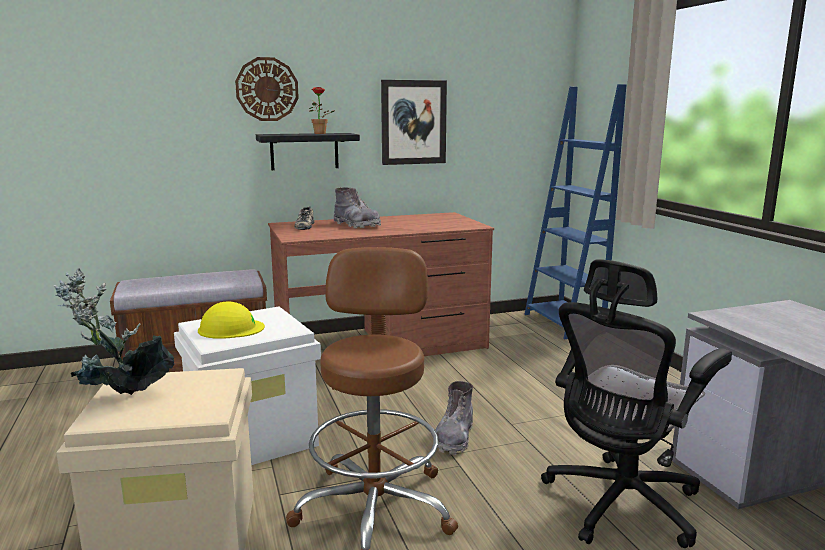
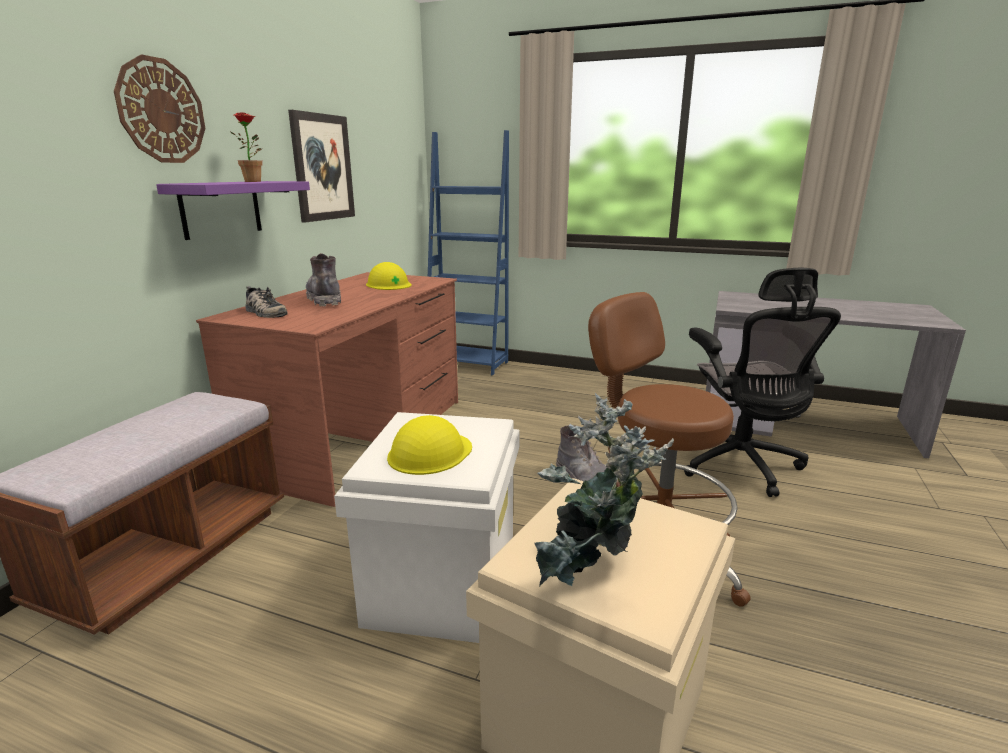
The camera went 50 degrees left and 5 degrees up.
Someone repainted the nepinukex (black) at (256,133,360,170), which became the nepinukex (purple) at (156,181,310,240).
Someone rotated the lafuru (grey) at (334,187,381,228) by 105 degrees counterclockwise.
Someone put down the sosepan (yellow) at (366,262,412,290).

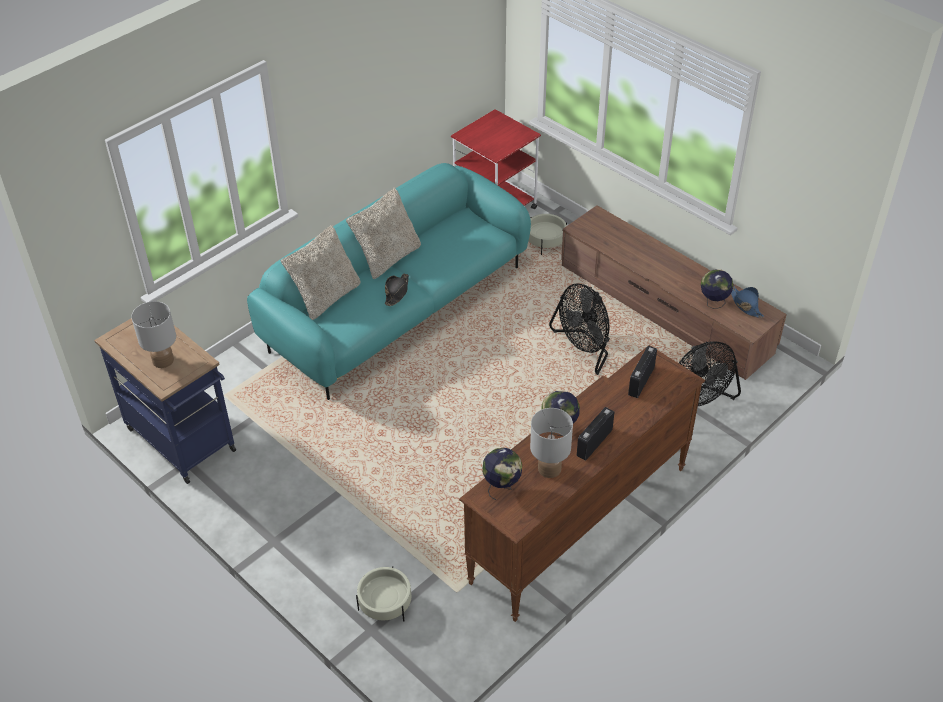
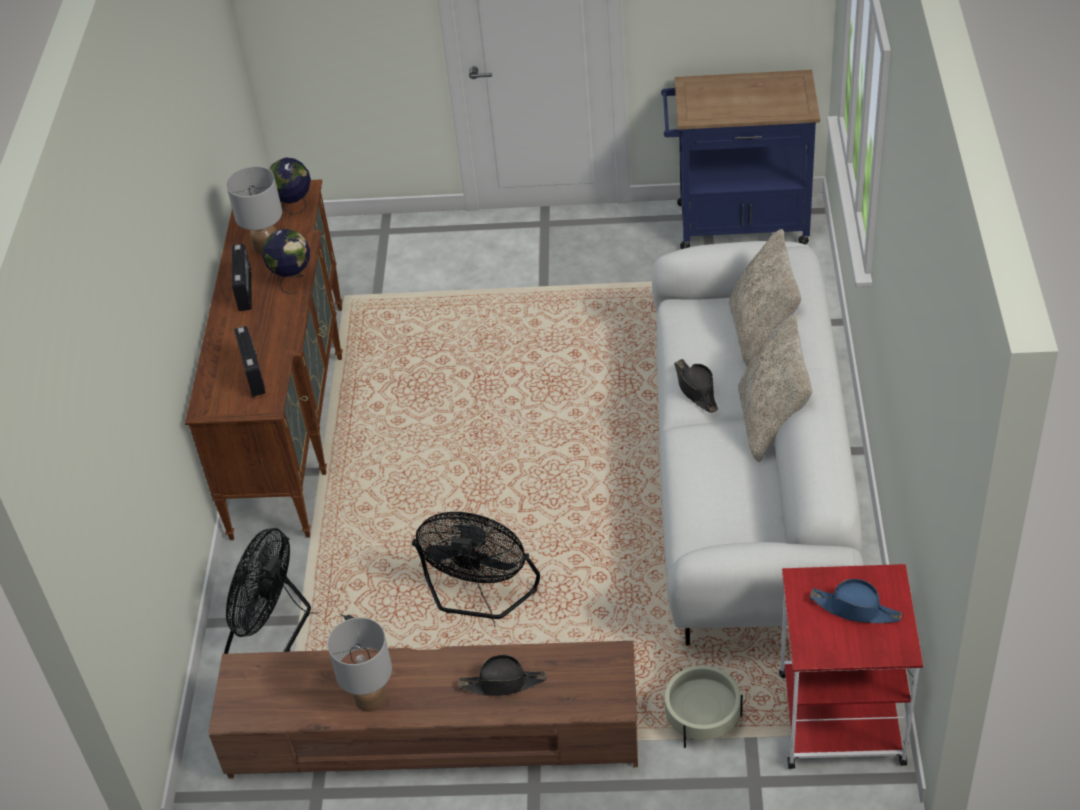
The camera went 140 degrees right and 0 degrees up.
Someone carried the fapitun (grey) from (131,301,176,368) to (327,617,392,712).
Someone repainted the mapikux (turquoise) at (247,163,531,400), which became the mapikux (white) at (652,241,864,645).
Someone took away the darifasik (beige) at (356,566,411,621).
Someone took away the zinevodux at (701,269,733,309).
Someone carried the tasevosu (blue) from (731,287,764,318) to (810,579,902,623).
Someone put down the tasevosu (black) at (458,655,547,696).

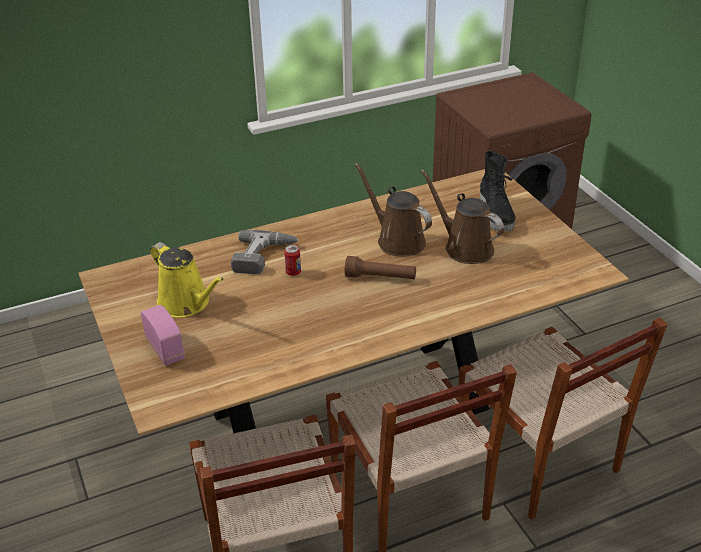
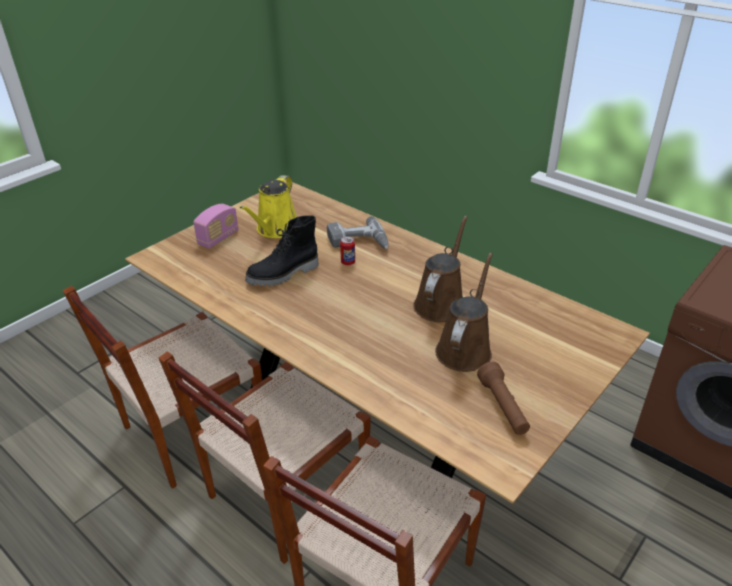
The camera went 65 degrees right and 0 degrees up.
Someone carried the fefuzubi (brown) from (345,256,416,279) to (477,362,530,435).
Someone carried the lafuru (black) from (479,151,516,232) to (245,215,319,286).

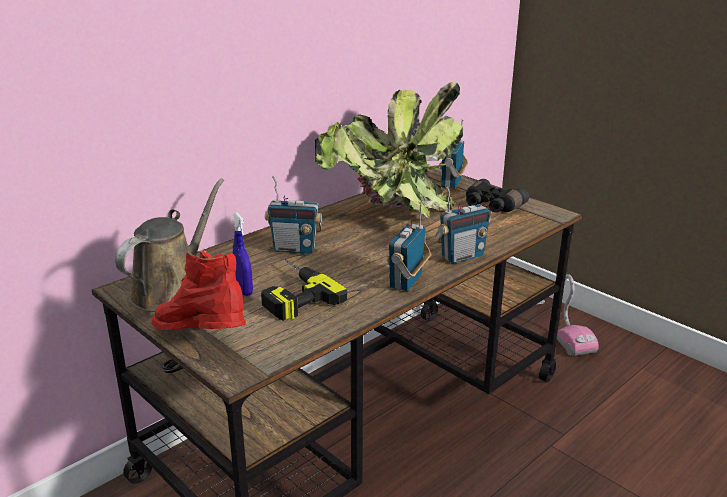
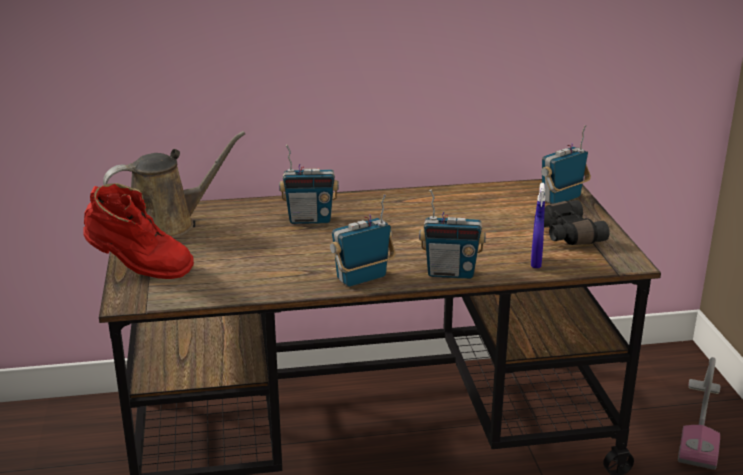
The camera went 35 degrees right and 0 degrees up.
Someone rotated the lafuru (red) at (151,250,246,330) by 120 degrees clockwise.
Someone carried the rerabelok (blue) from (233,212,253,296) to (531,183,545,268).
Someone took away the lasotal at (261,259,347,321).
Someone rotated the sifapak at (265,176,322,254) by 45 degrees counterclockwise.
Someone took away the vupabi at (315,82,463,218).

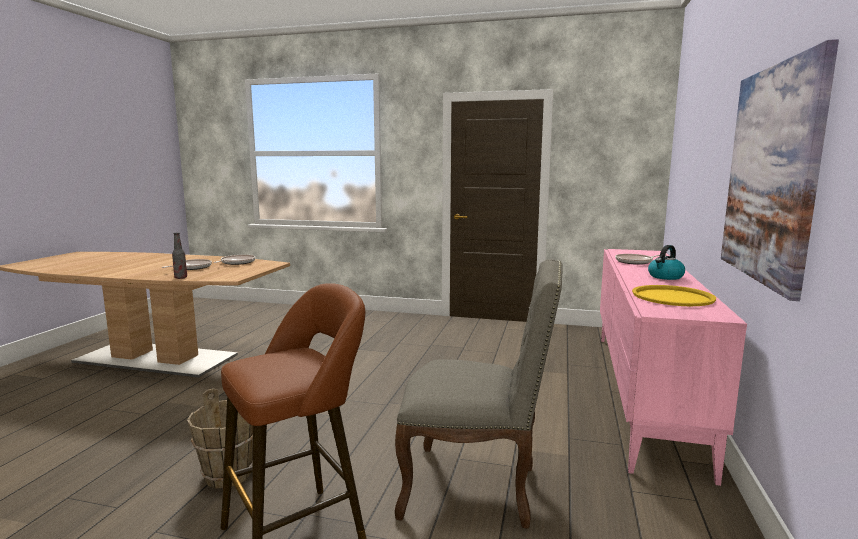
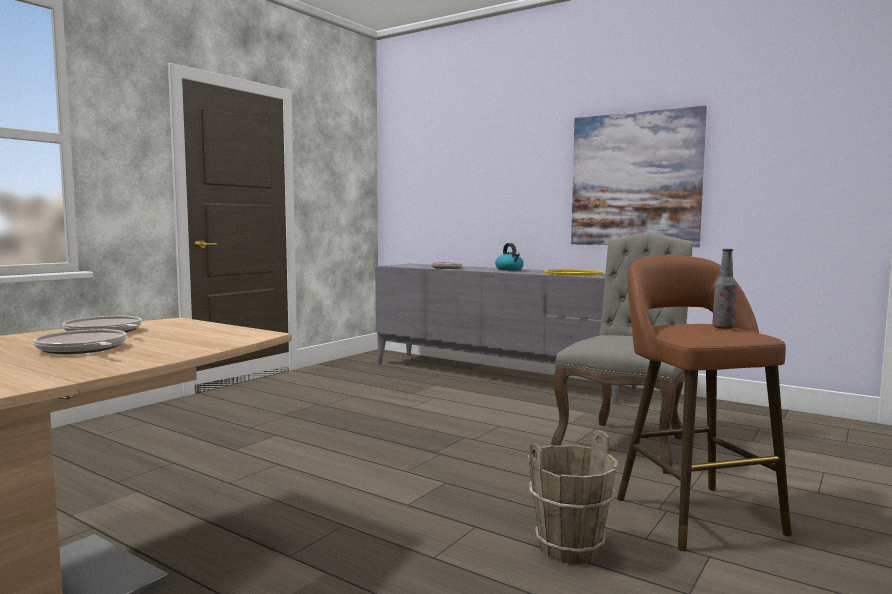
The camera went 70 degrees left and 5 degrees down.
Someone carried the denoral from (172,233,187,279) to (712,249,737,329).
Someone repainted the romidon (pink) at (600,249,747,486), which became the romidon (grey) at (375,264,637,403).

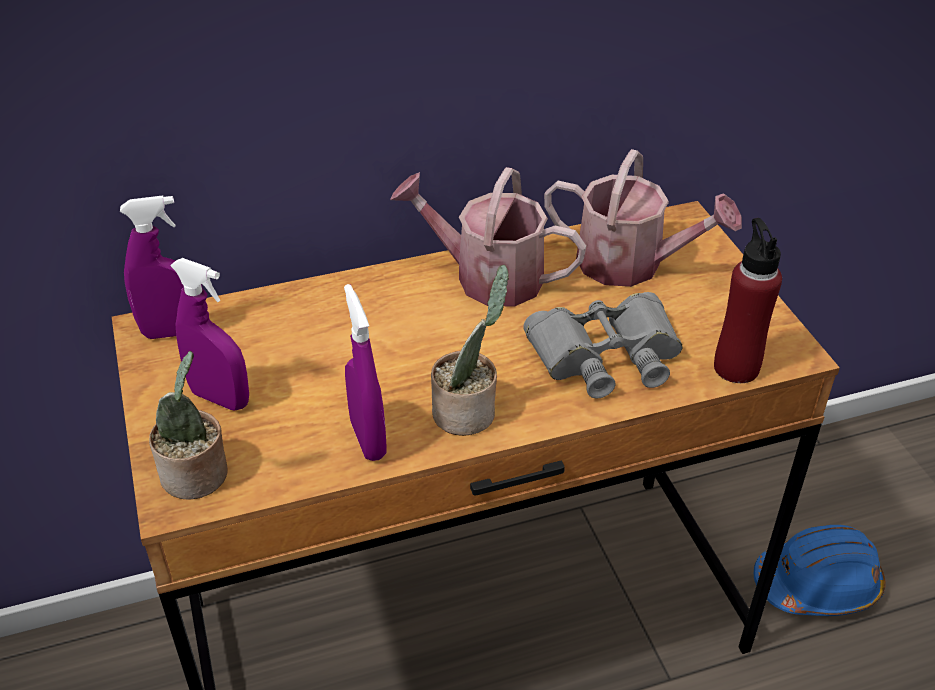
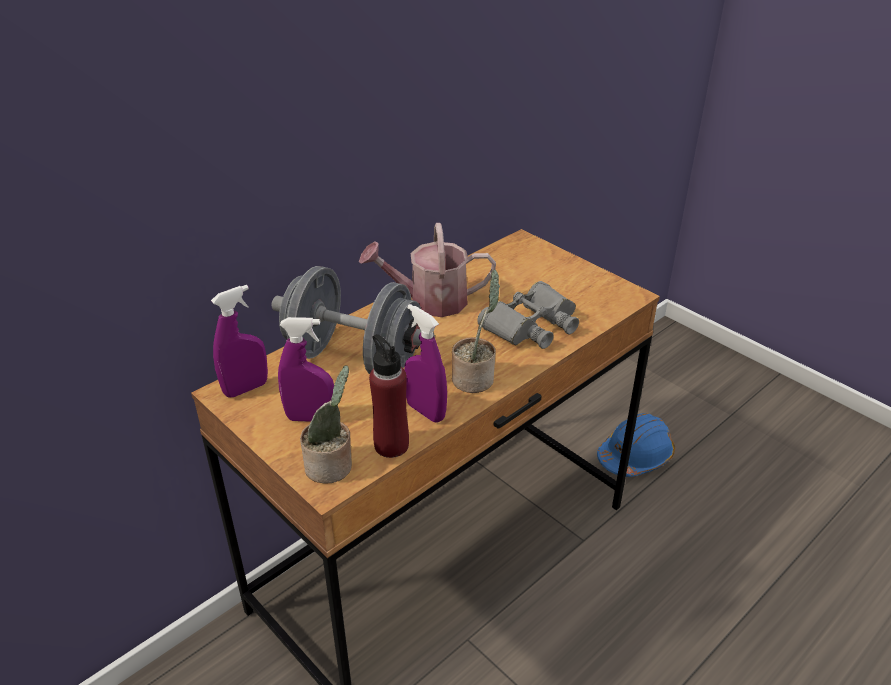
The camera went 25 degrees left and 5 degrees down.
Someone took away the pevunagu at (544,149,742,287).
Someone carried the denoral (red) from (714,218,782,383) to (369,334,409,458).
Someone put down the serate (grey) at (272,266,435,374).

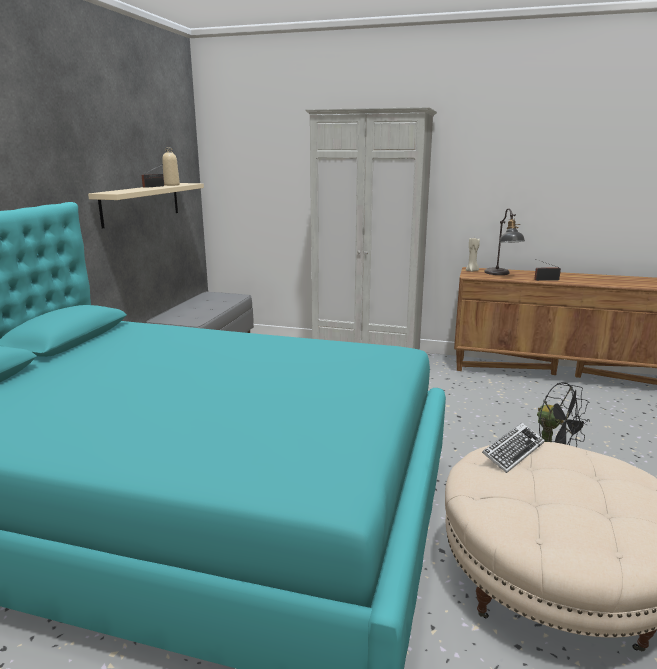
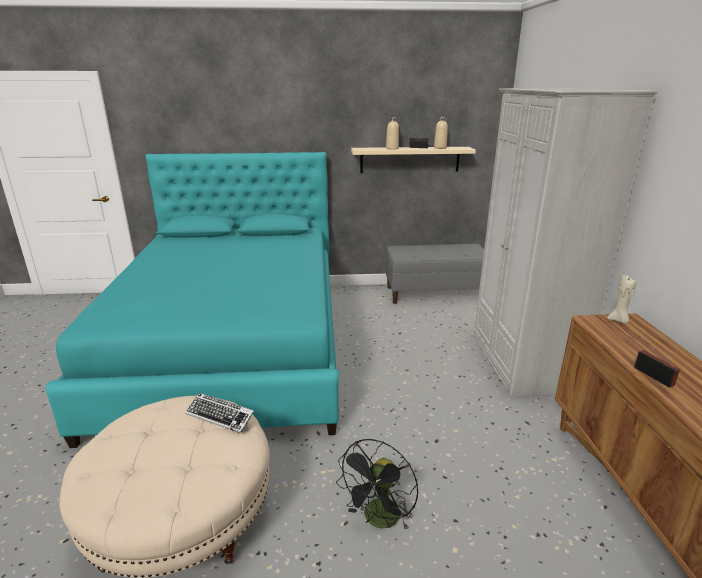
The camera went 70 degrees right and 5 degrees up.
Someone took away the fapitun (grey) at (484,208,525,275).
Someone put down the denoral (beige) at (386,117,399,150).

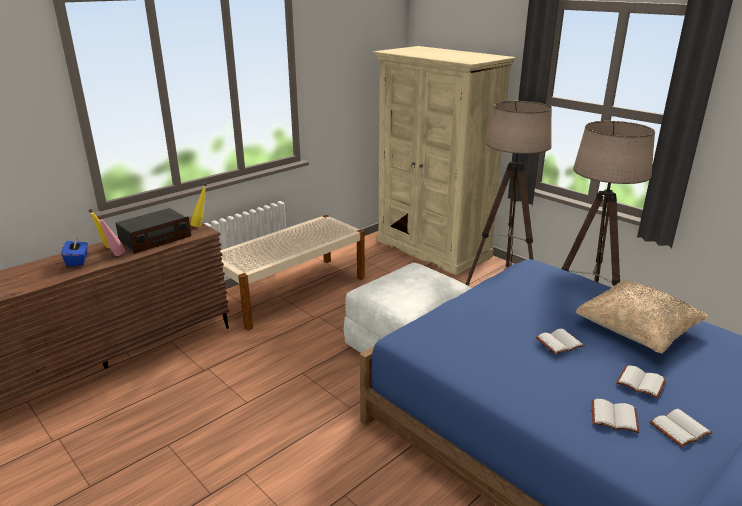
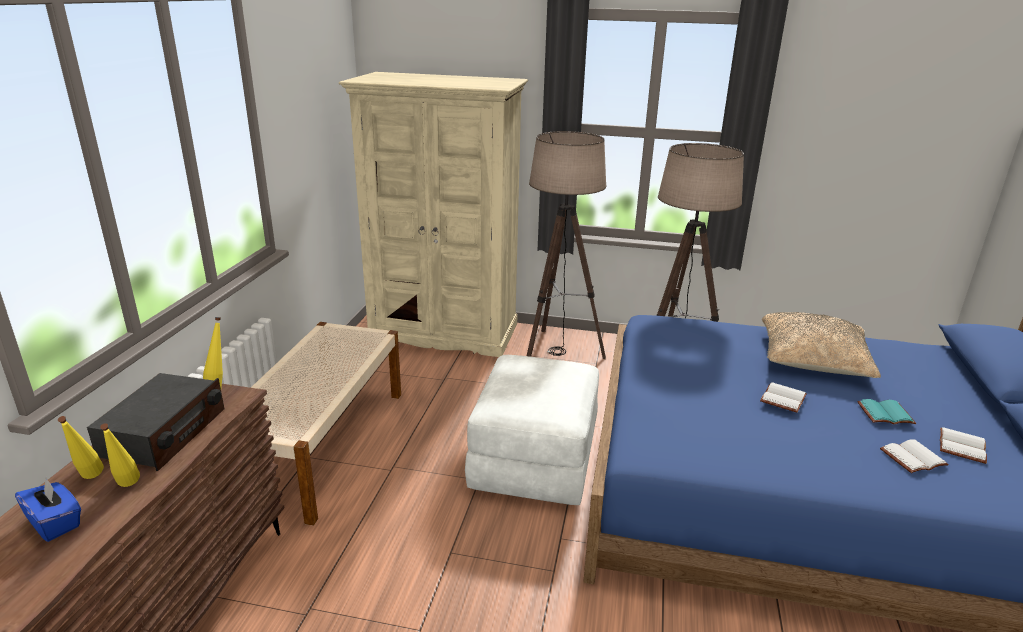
The camera went 35 degrees left and 0 degrees up.
Someone repainted the denoral (pink) at (98,216,125,256), which became the denoral (yellow) at (100,423,140,487).
Someone repainted the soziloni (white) at (616,365,666,399), which became the soziloni (turquoise) at (857,399,916,424).

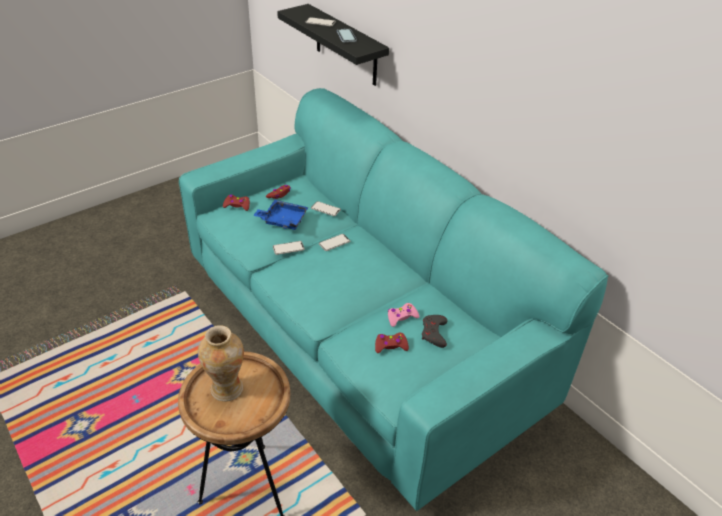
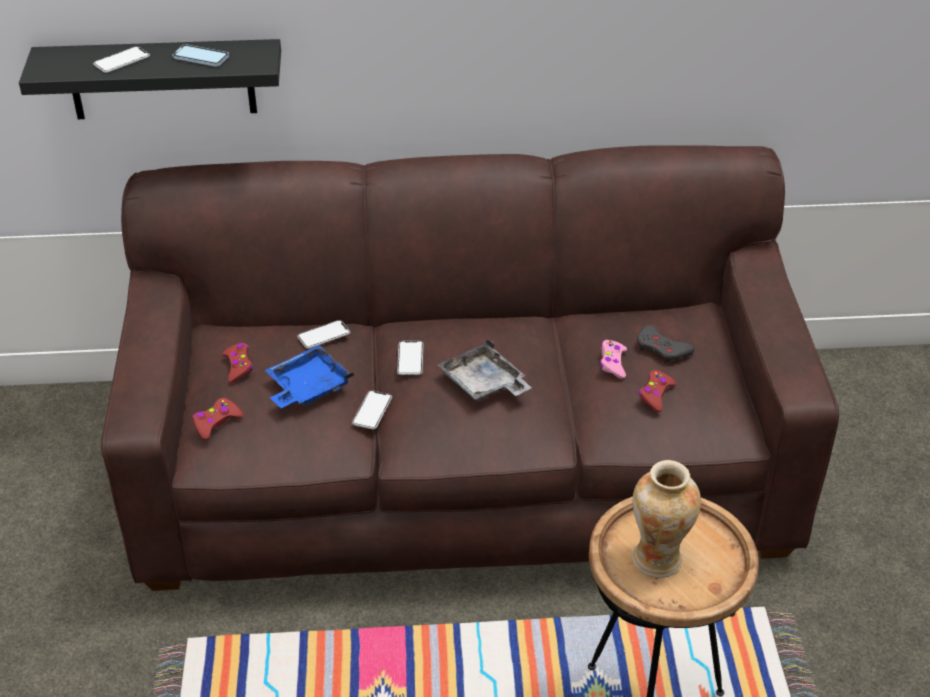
The camera went 55 degrees left and 0 degrees up.
Someone repainted the mapikux (turquoise) at (179,88,609,511), which became the mapikux (brown) at (101,145,839,591).
Someone put down the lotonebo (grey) at (437,338,532,402).

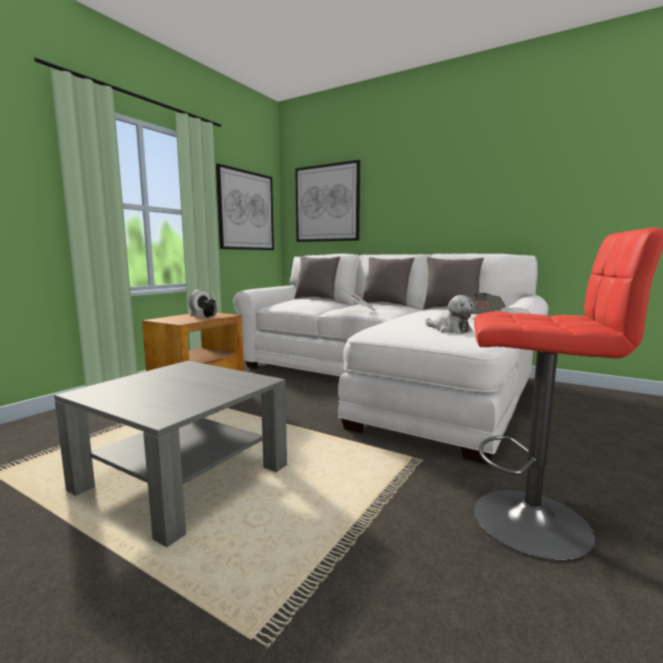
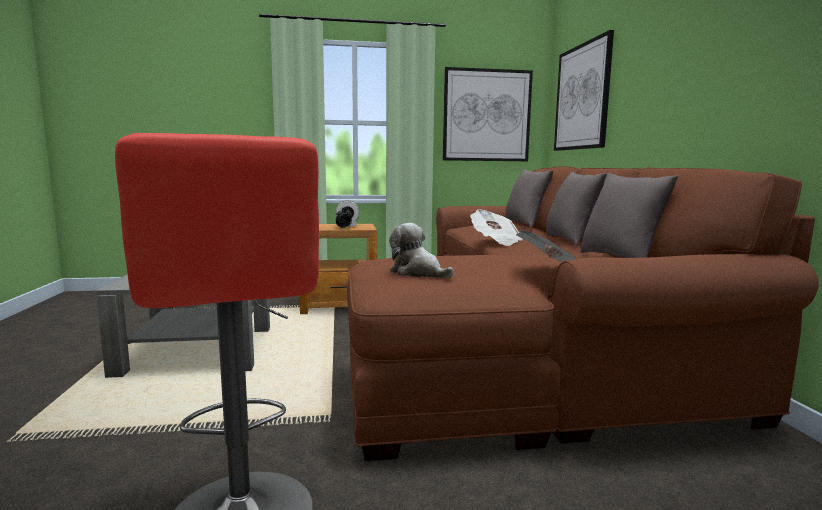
The camera went 50 degrees right and 0 degrees up.
Someone repainted the mapikux (white) at (233,254,548,465), which became the mapikux (brown) at (347,166,819,461).
Someone rotated the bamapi at (425,295,475,333) by 120 degrees clockwise.

